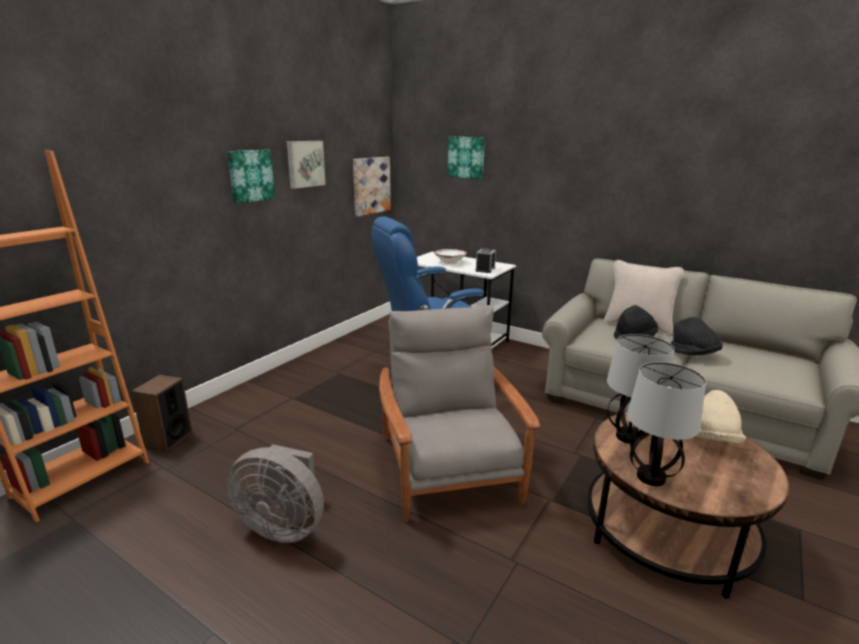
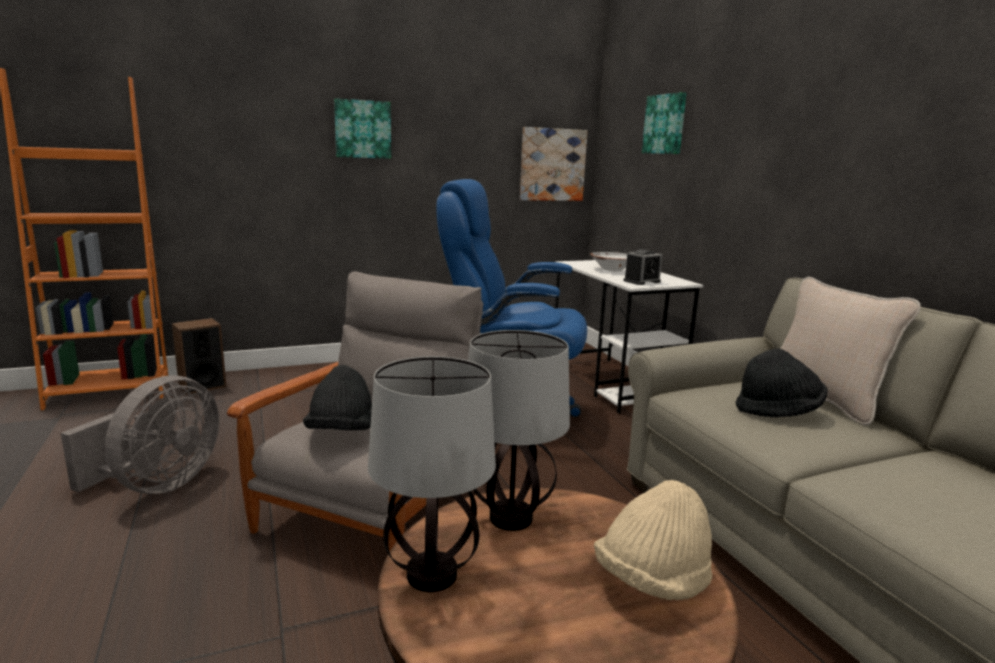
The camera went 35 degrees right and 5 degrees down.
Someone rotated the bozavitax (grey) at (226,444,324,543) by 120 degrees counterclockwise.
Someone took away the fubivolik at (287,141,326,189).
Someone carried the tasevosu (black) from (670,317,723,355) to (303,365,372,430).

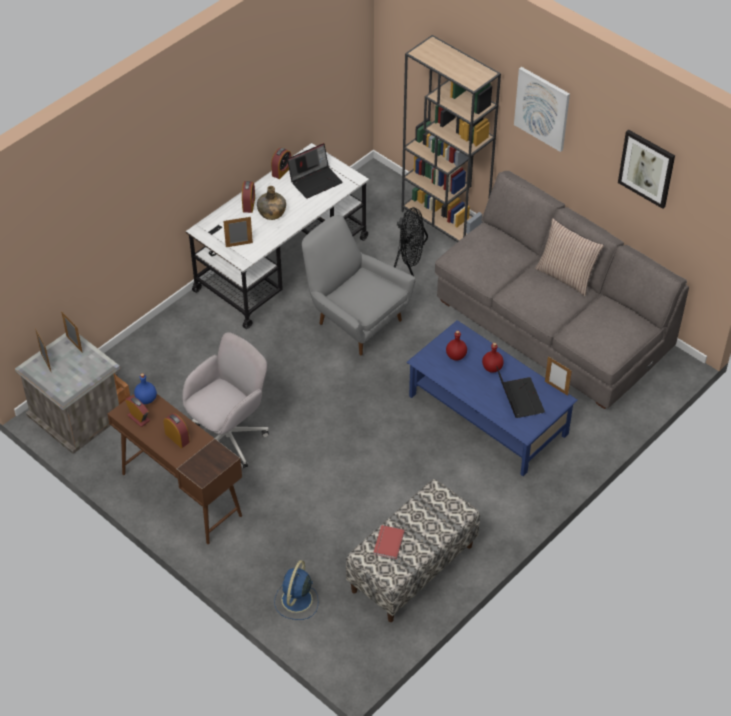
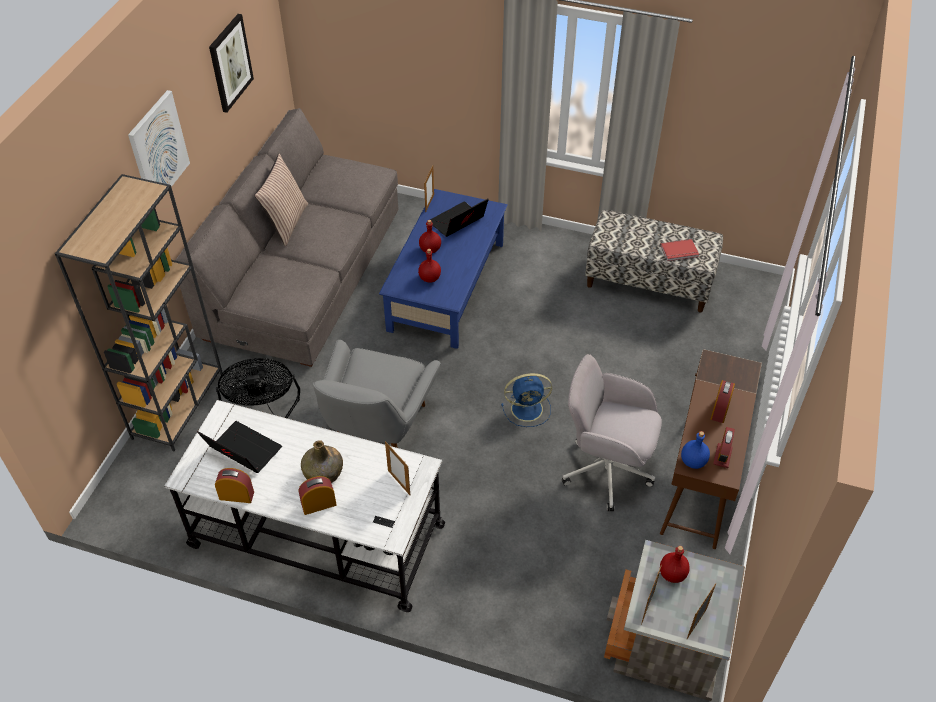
The camera went 115 degrees left and 0 degrees up.
Someone carried the bozavitax (blue) from (274,560,318,620) to (501,373,552,427).
Someone put down the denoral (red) at (660,546,690,583).

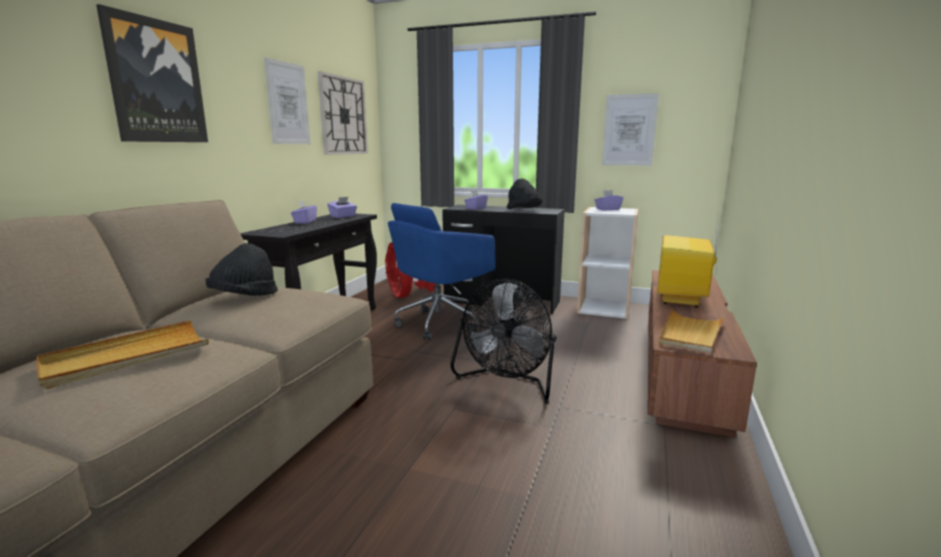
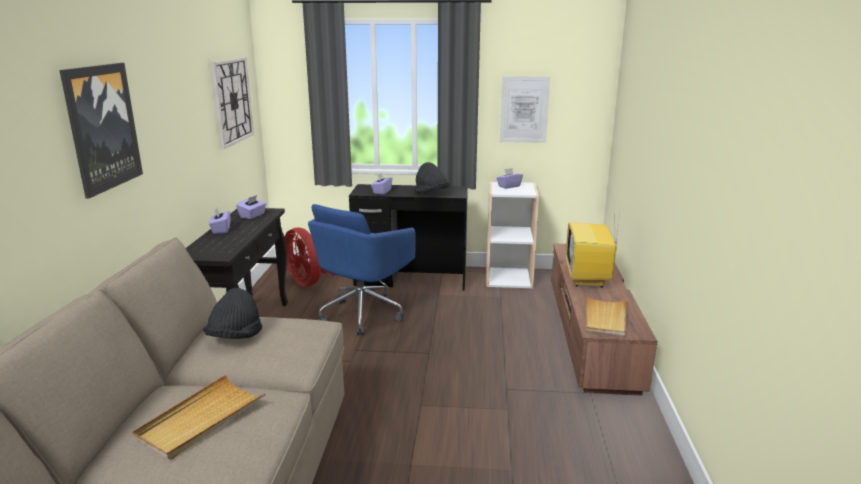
The camera went 15 degrees left and 5 degrees up.
Someone took away the fubivolik at (264,57,310,144).
Someone took away the bozavitax (black) at (451,279,557,404).

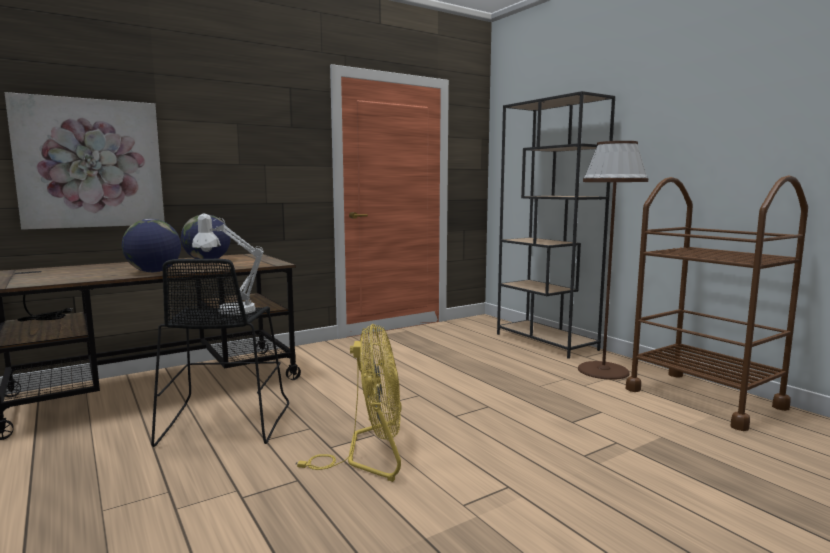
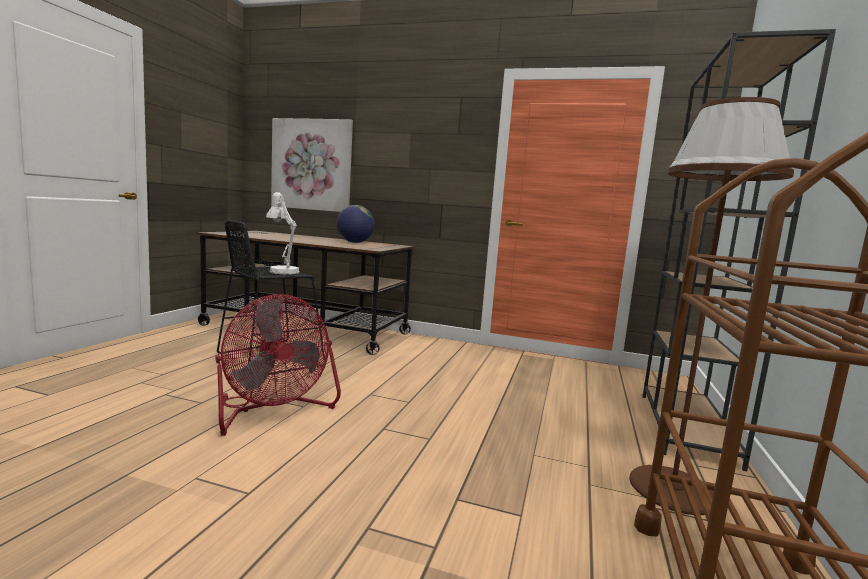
The camera went 50 degrees right and 0 degrees up.
Someone took away the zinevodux at (122,219,181,272).
Someone repainted the bozavitax (yellow) at (296,324,401,482), which became the bozavitax (red) at (215,294,341,436).

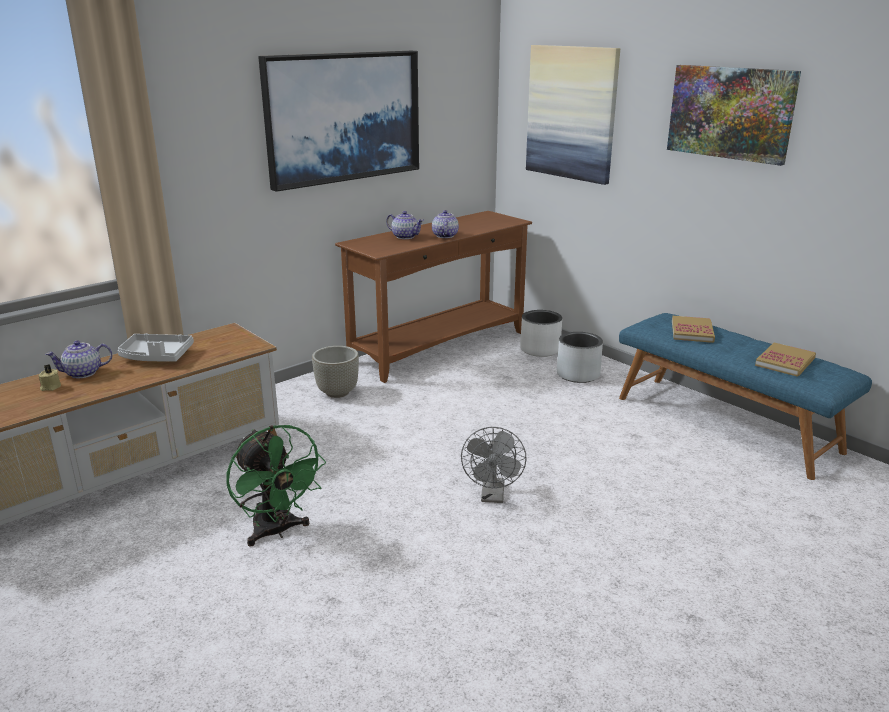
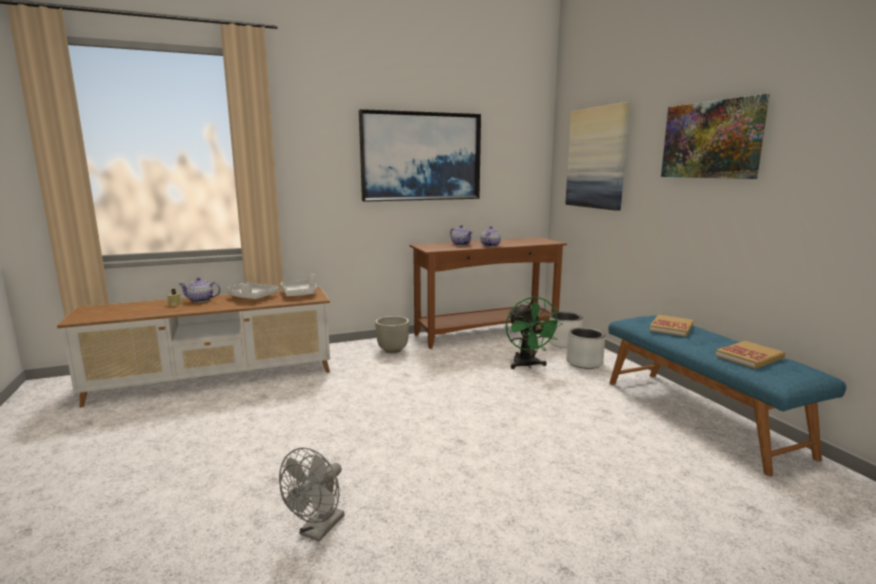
The camera went 20 degrees right and 10 degrees down.
Someone carried the bozavitax (green) from (226,425,326,547) to (506,296,563,369).
Someone carried the bozavitax (grey) from (461,427,527,503) to (279,448,345,542).
Someone put down the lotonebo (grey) at (280,274,317,296).

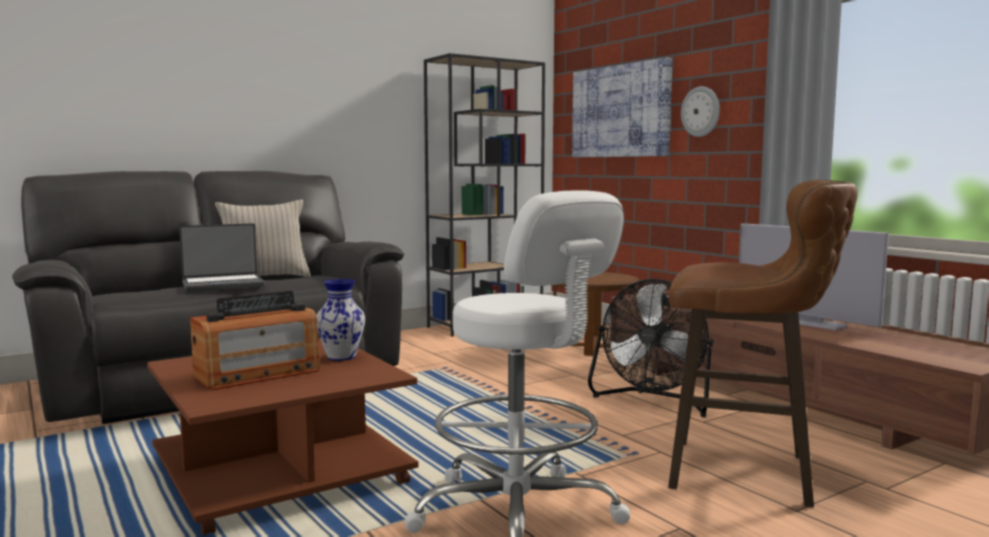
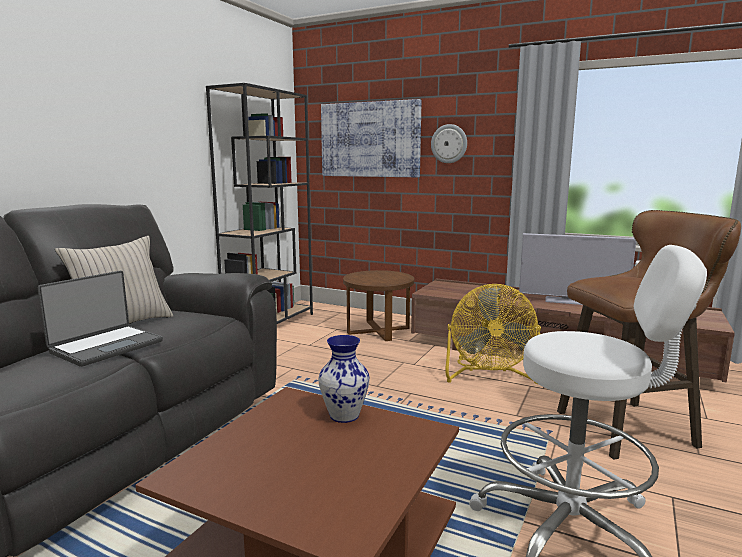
The camera went 30 degrees left and 5 degrees up.
Someone took away the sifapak at (190,291,320,390).
Someone repainted the bozavitax (black) at (588,279,714,417), which became the bozavitax (yellow) at (445,284,541,384).

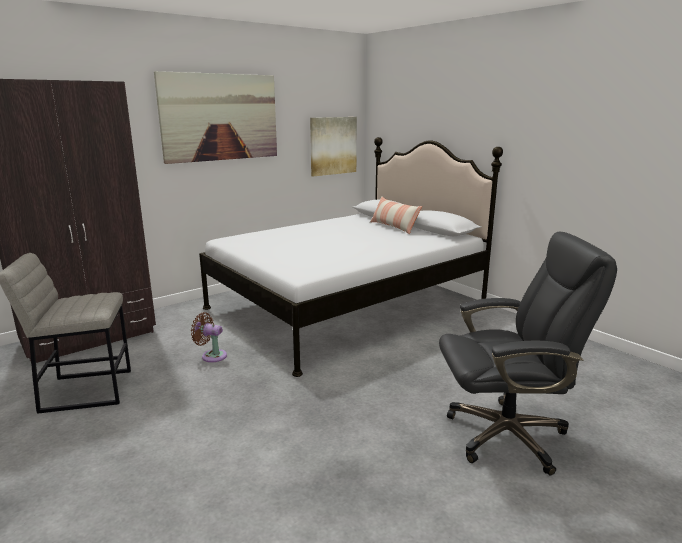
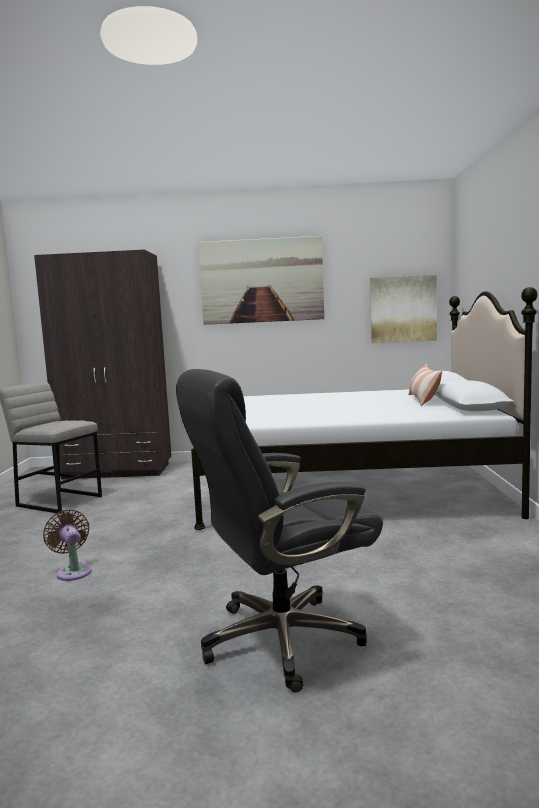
The camera went 40 degrees right and 10 degrees down.
Someone carried the bozavitax (brown) from (191,312,227,362) to (43,510,92,581).
Someone rotated the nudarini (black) at (439,232,617,475) by 120 degrees clockwise.

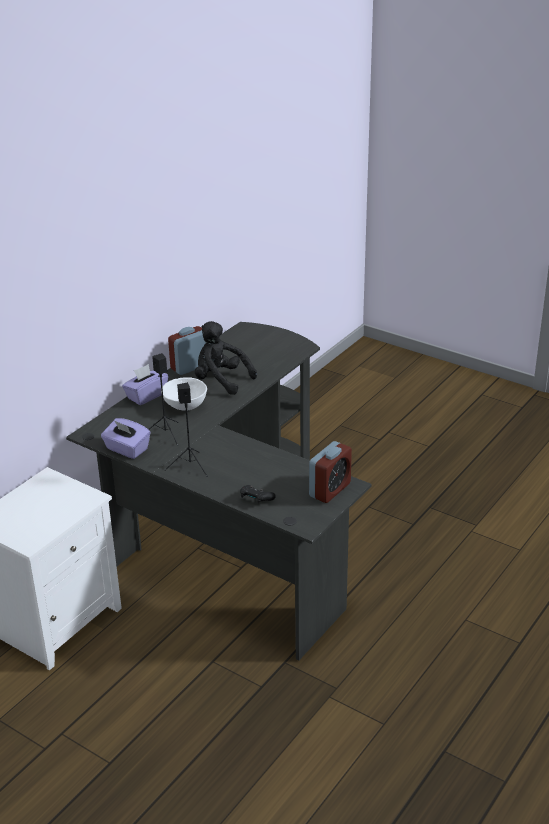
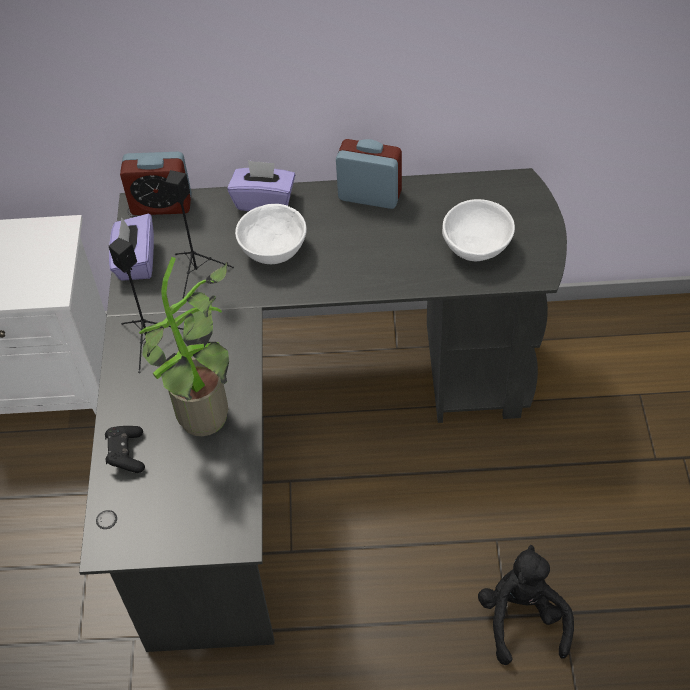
The camera went 55 degrees right and 20 degrees up.
Someone carried the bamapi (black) from (195,321,257,395) to (478,545,574,665).
Someone carried the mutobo from (309,441,352,503) to (120,152,192,215).
Someone put down the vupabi at (139,257,229,436).
Someone put down the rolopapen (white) at (442,199,515,261).

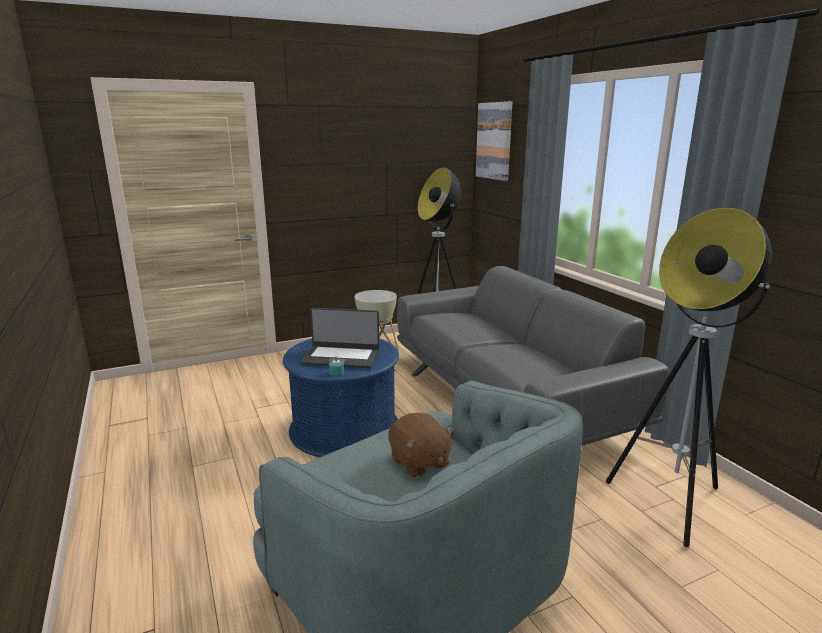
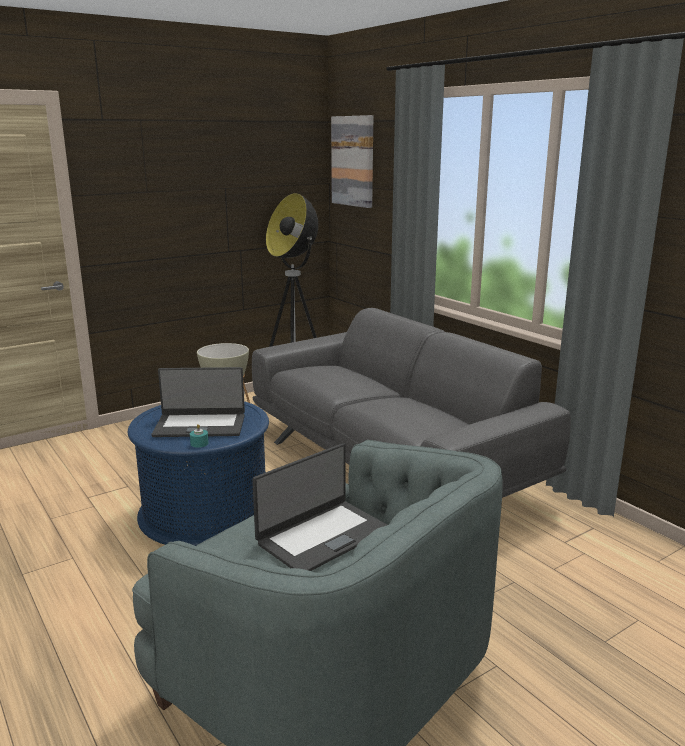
The camera went 10 degrees left and 0 degrees up.
Someone swapped the bamapi (brown) at (388,413,454,478) for the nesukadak at (252,443,387,571).
Someone took away the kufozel at (606,207,772,547).

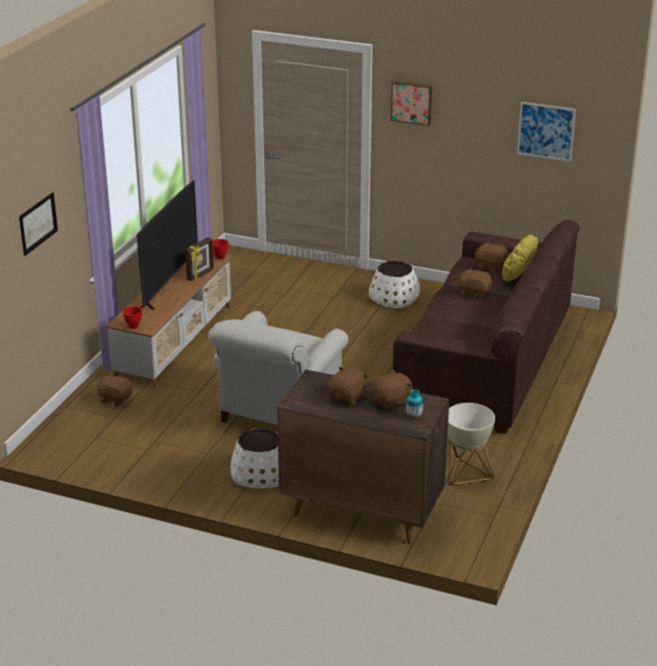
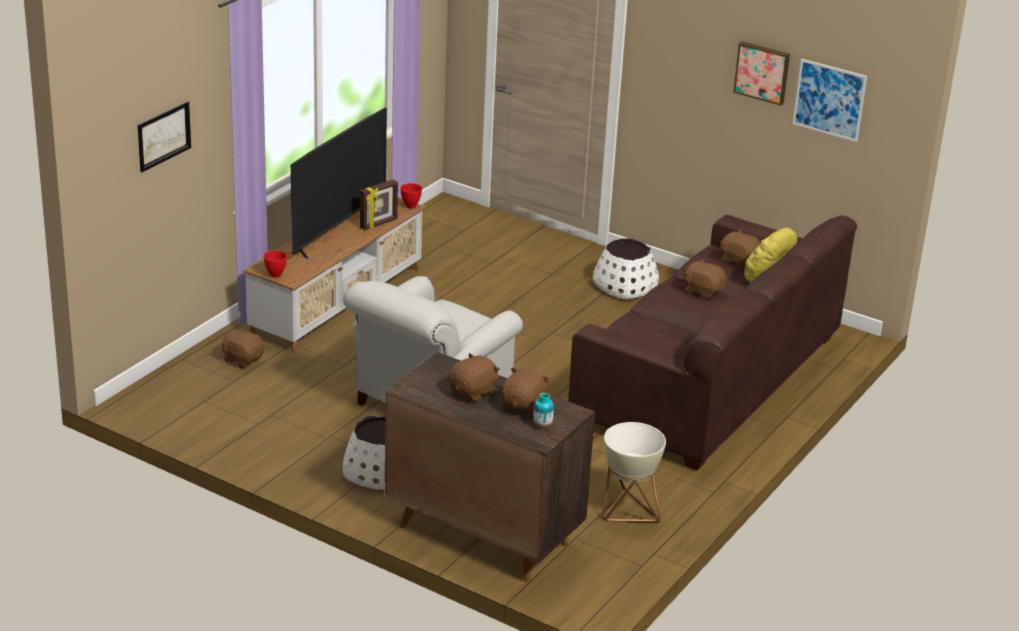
The camera went 10 degrees right and 0 degrees up.
Someone rotated the bamapi (brown) at (371,370,413,411) by 45 degrees counterclockwise.
Someone carried the fubivolik from (390,80,432,126) to (733,41,790,106).

